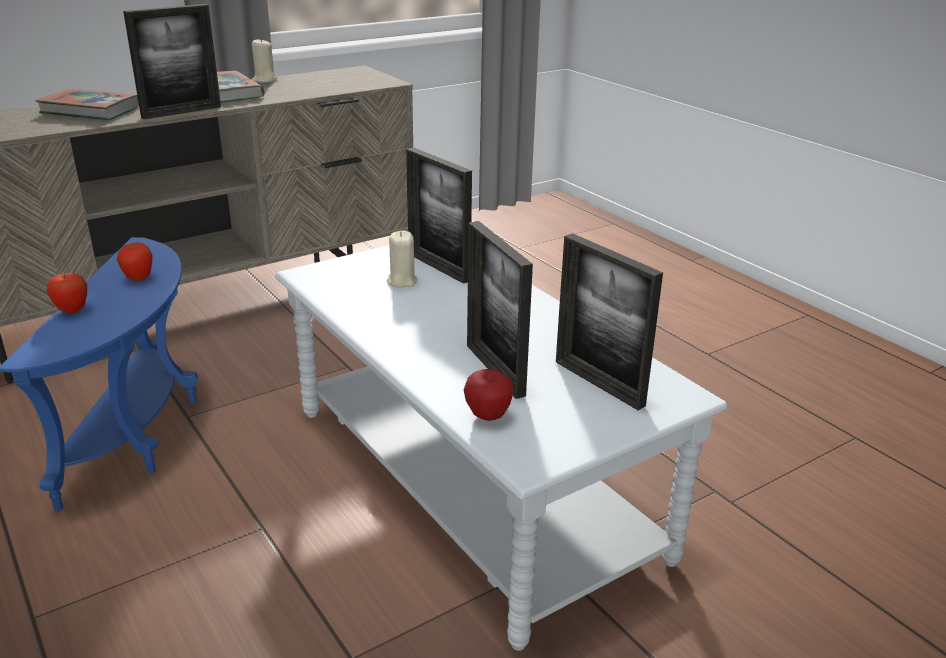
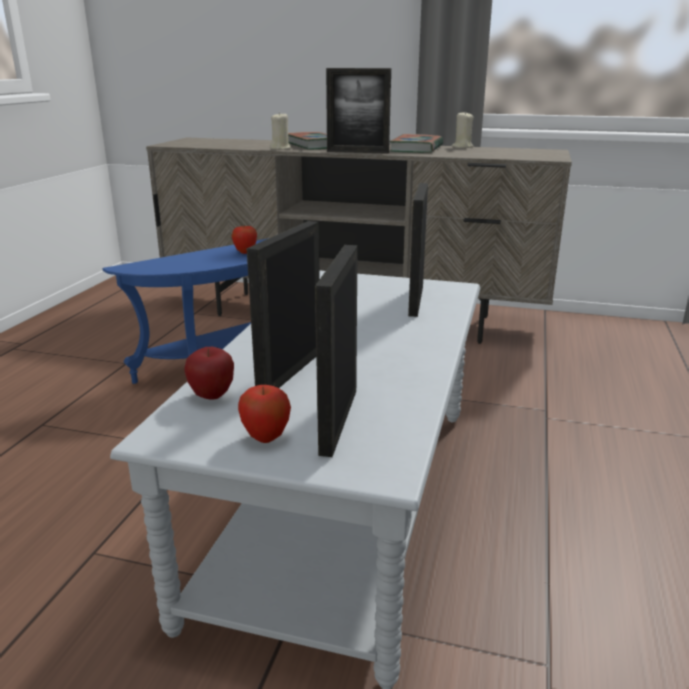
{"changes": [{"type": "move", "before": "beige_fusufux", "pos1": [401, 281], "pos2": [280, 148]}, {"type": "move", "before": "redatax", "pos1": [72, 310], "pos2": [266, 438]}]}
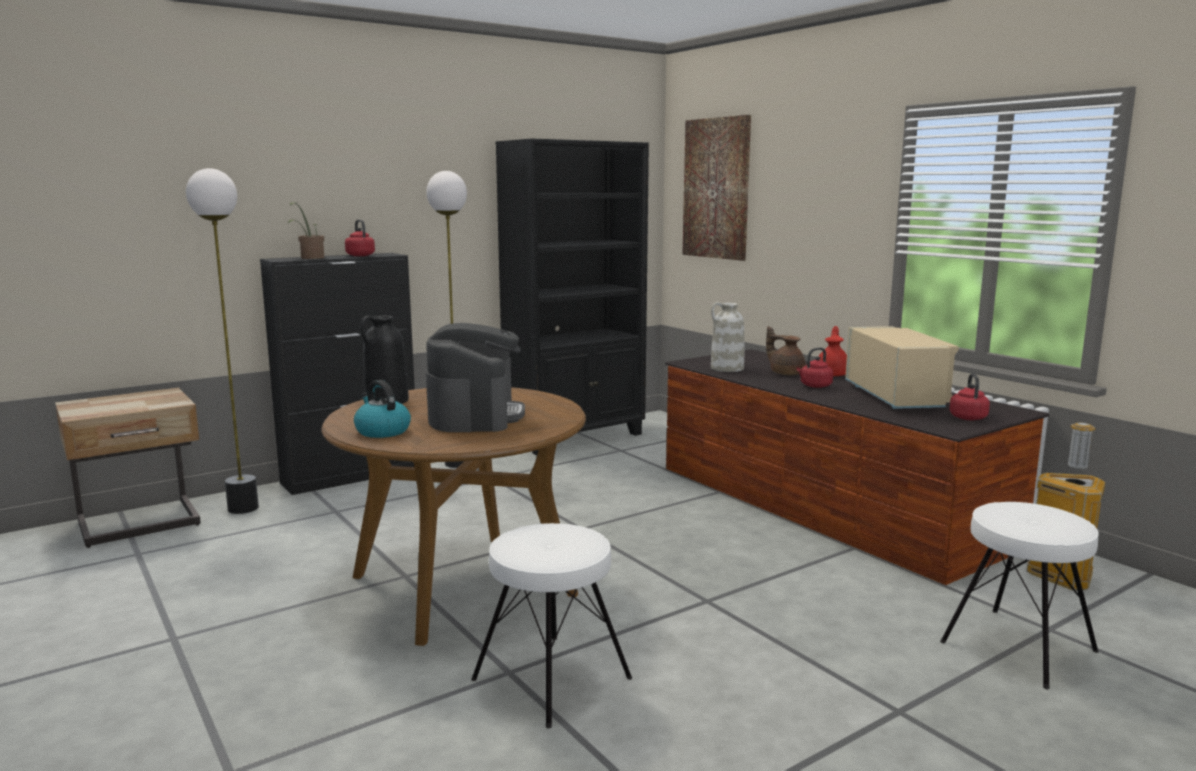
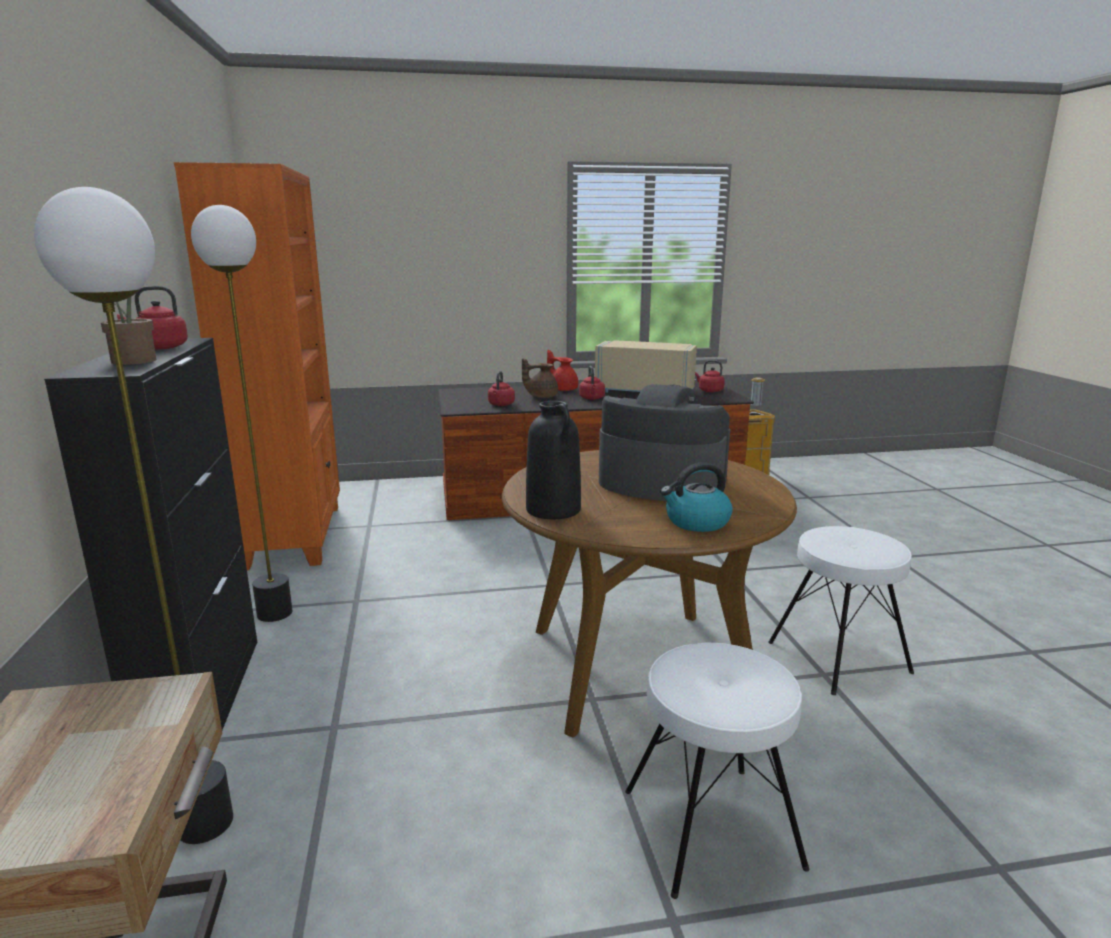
{"changes": [{"type": "delete", "before": "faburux", "pos1": [716, 188]}, {"type": "recolor", "before": "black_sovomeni", "after": "orange_sovomeni", "pos1": [576, 437], "pos2": [295, 535]}, {"type": "replace", "before": "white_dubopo", "after": "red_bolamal", "pos1": [726, 369], "pos2": [501, 405]}, {"type": "move", "before": "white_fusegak", "pos1": [1017, 646], "pos2": [710, 828]}]}
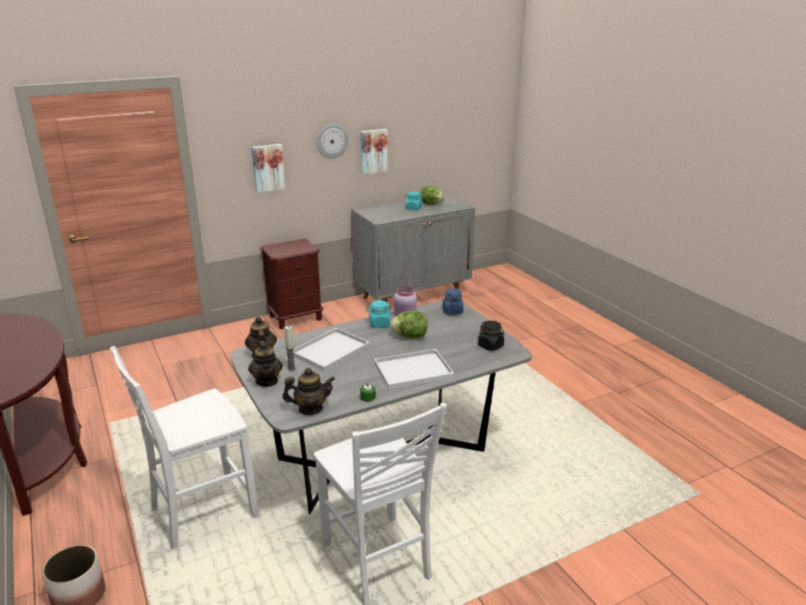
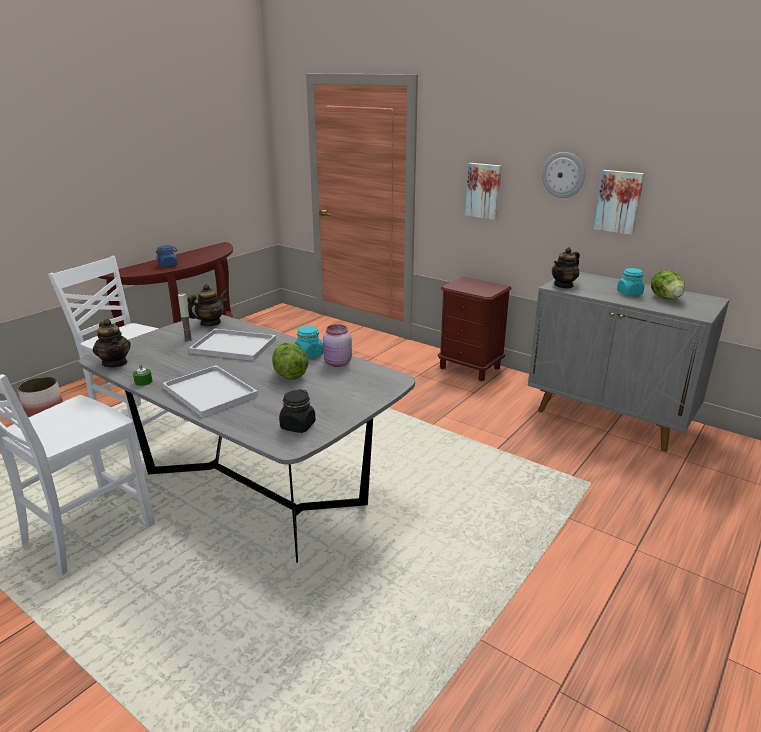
{"changes": [{"type": "move", "before": "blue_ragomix", "pos1": [452, 311], "pos2": [168, 265]}, {"type": "move", "before": "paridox", "pos1": [267, 381], "pos2": [564, 285]}]}
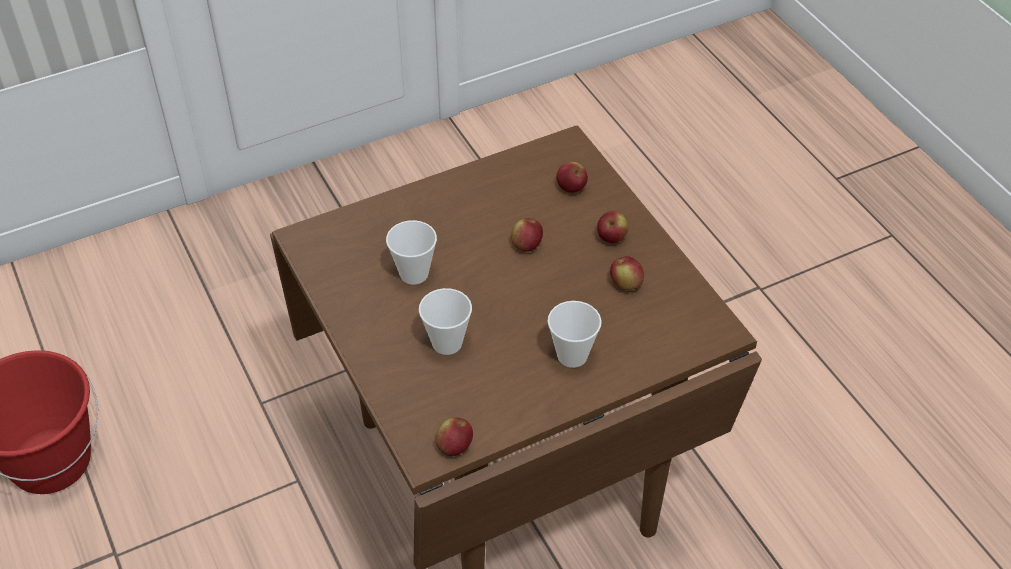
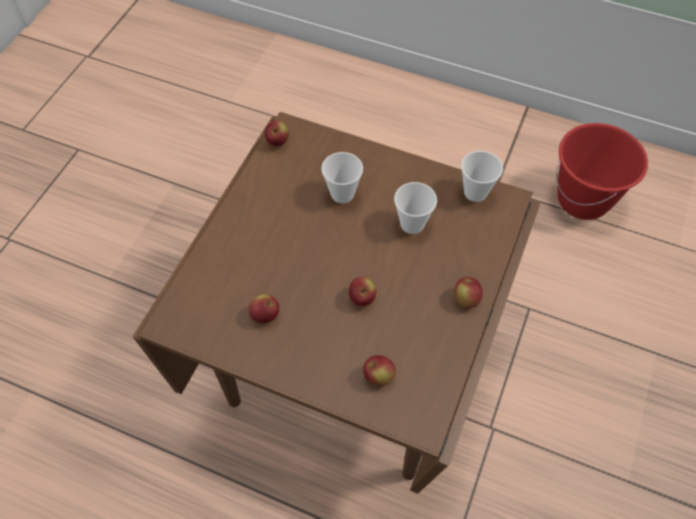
{"changes": [{"type": "move", "before": "redatax", "pos1": [611, 238], "pos2": [466, 299]}, {"type": "move", "before": "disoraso", "pos1": [572, 355], "pos2": [475, 192]}]}
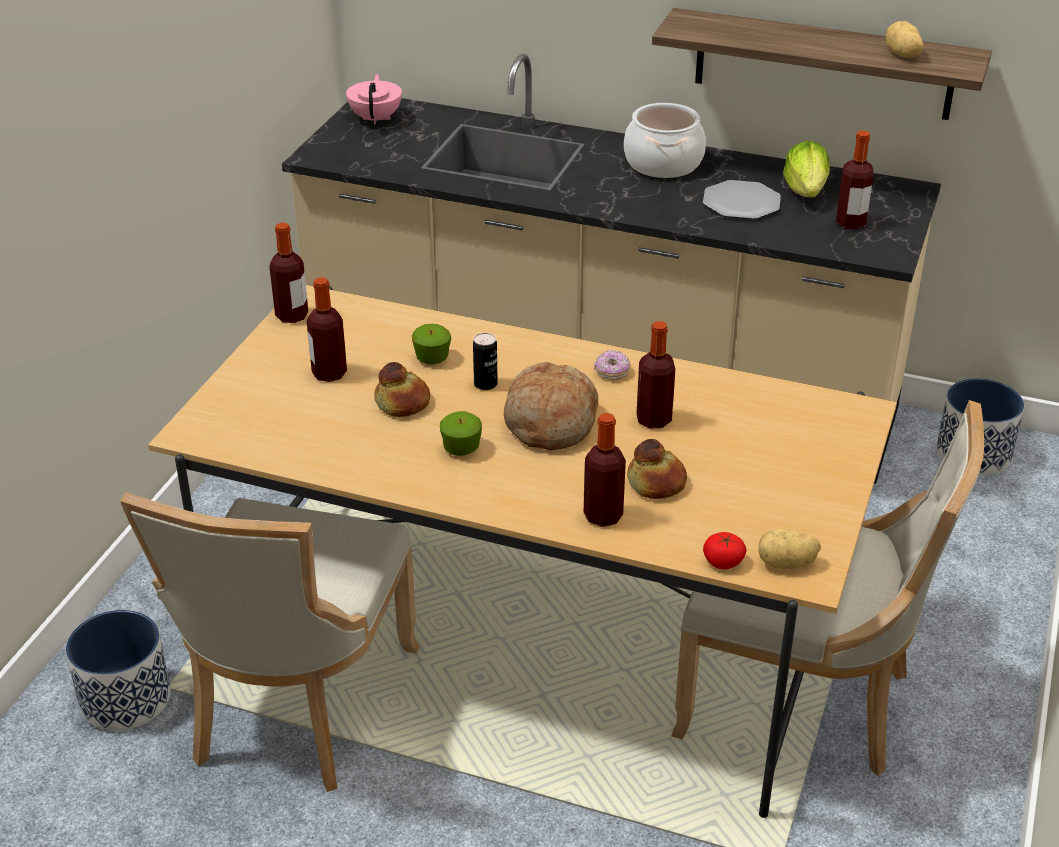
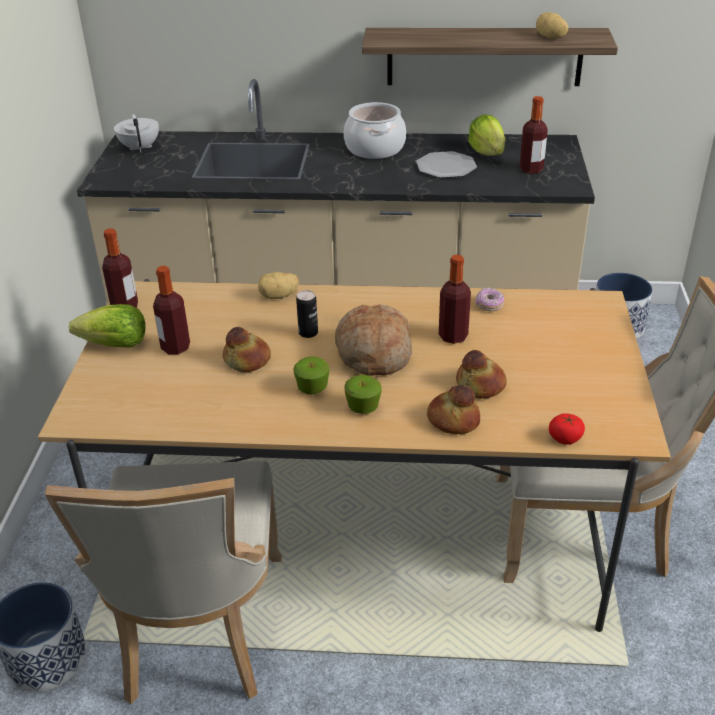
{"changes": [{"type": "recolor", "before": "pink_paridox", "after": "white_paridox", "pos1": [376, 118], "pos2": [140, 147]}, {"type": "move", "before": "redatax", "pos1": [432, 358], "pos2": [363, 407]}, {"type": "move", "before": "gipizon", "pos1": [612, 372], "pos2": [489, 305]}, {"type": "replace", "before": "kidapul", "after": "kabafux", "pos1": [603, 516], "pos2": [452, 420]}, {"type": "move", "before": "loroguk", "pos1": [786, 564], "pos2": [279, 296]}, {"type": "insert", "after": "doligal", "pos2": [115, 345]}]}
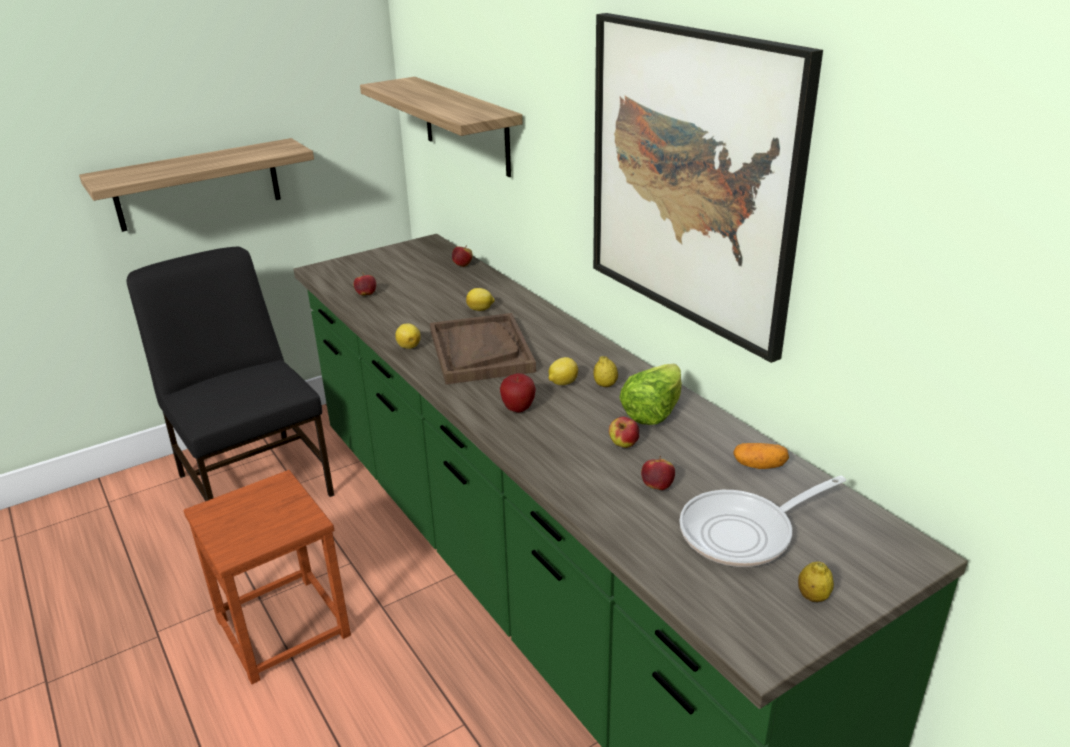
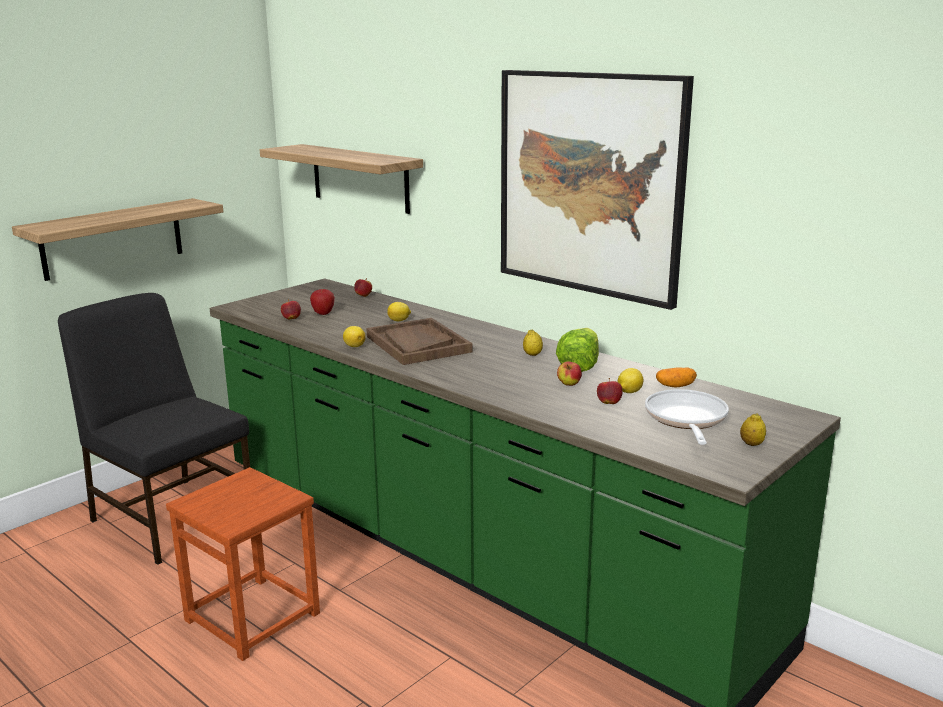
{"changes": [{"type": "move", "before": "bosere", "pos1": [562, 383], "pos2": [629, 392]}, {"type": "move", "before": "redatax", "pos1": [518, 409], "pos2": [323, 313]}, {"type": "rotate", "before": "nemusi", "pos1": [744, 533], "pos2": [686, 420], "turn": 135}]}
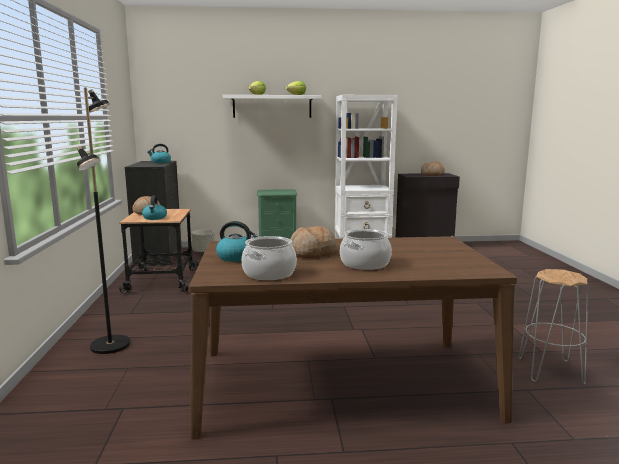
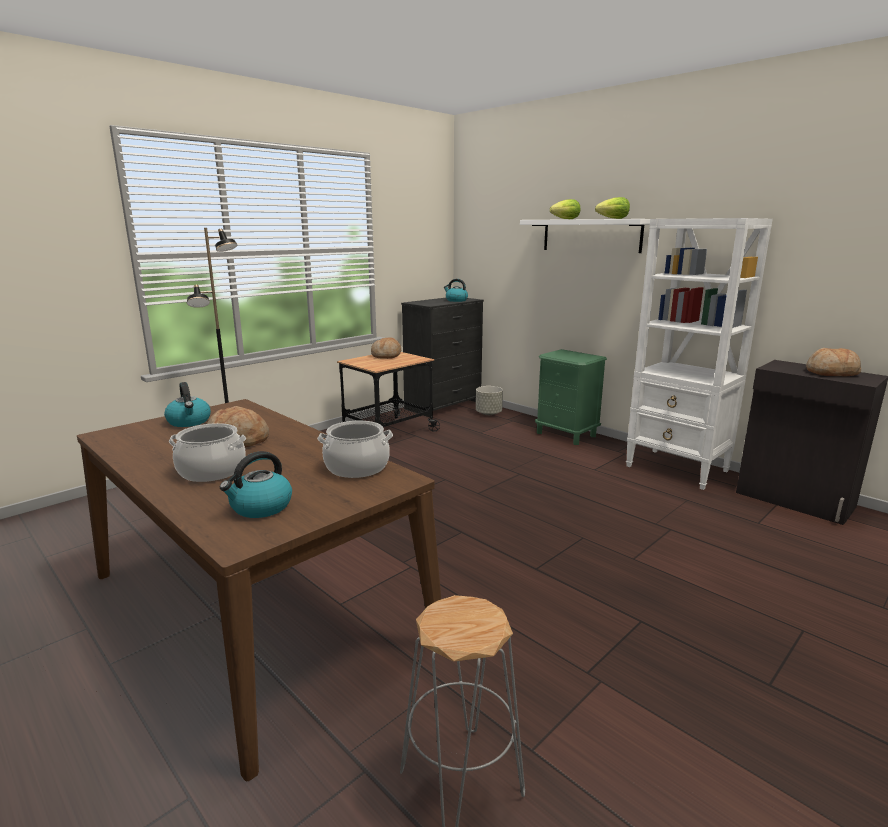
{"changes": [{"type": "move", "before": "bolamal", "pos1": [155, 218], "pos2": [260, 507]}, {"type": "move", "before": "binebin", "pos1": [269, 273], "pos2": [357, 467]}]}
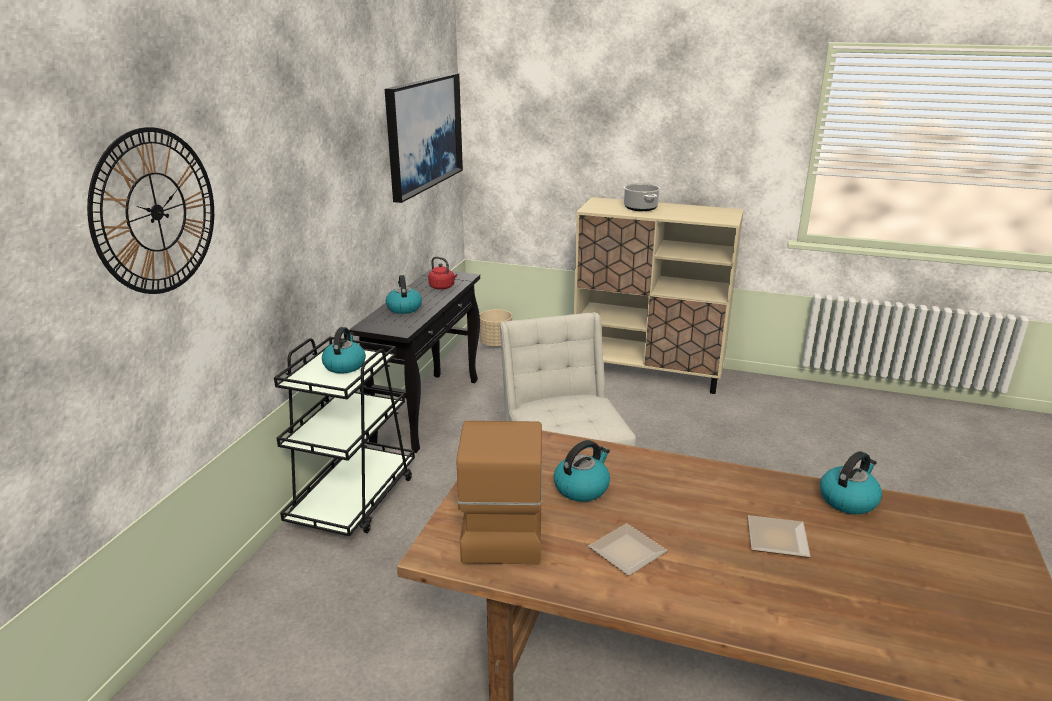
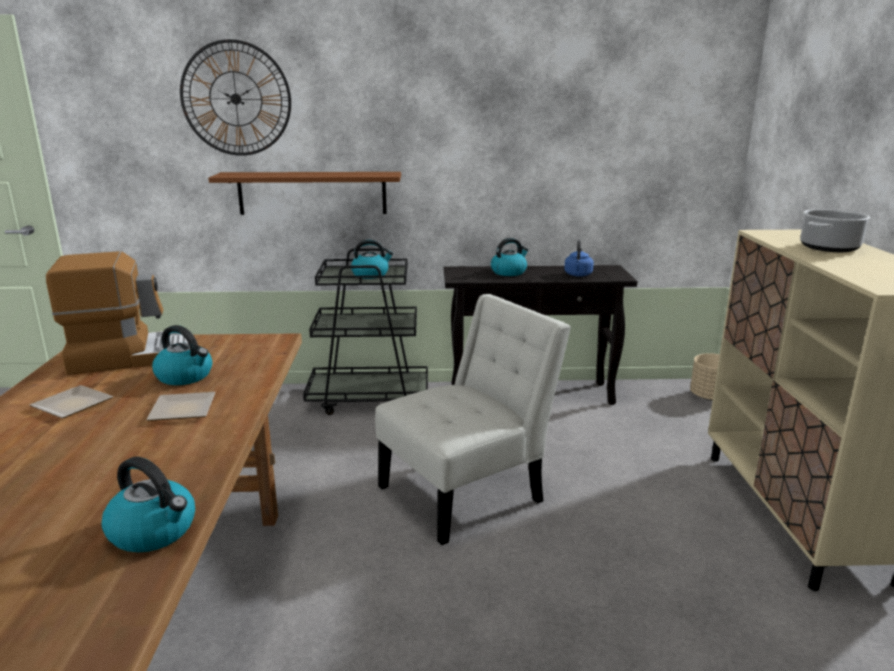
{"changes": [{"type": "delete", "before": "faburux", "pos1": [423, 134]}, {"type": "recolor", "before": "red_bolamal", "after": "blue_bolamal", "pos1": [443, 287], "pos2": [578, 275]}, {"type": "move", "before": "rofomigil", "pos1": [775, 538], "pos2": [185, 409]}, {"type": "insert", "after": "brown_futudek", "pos2": [312, 193]}]}
